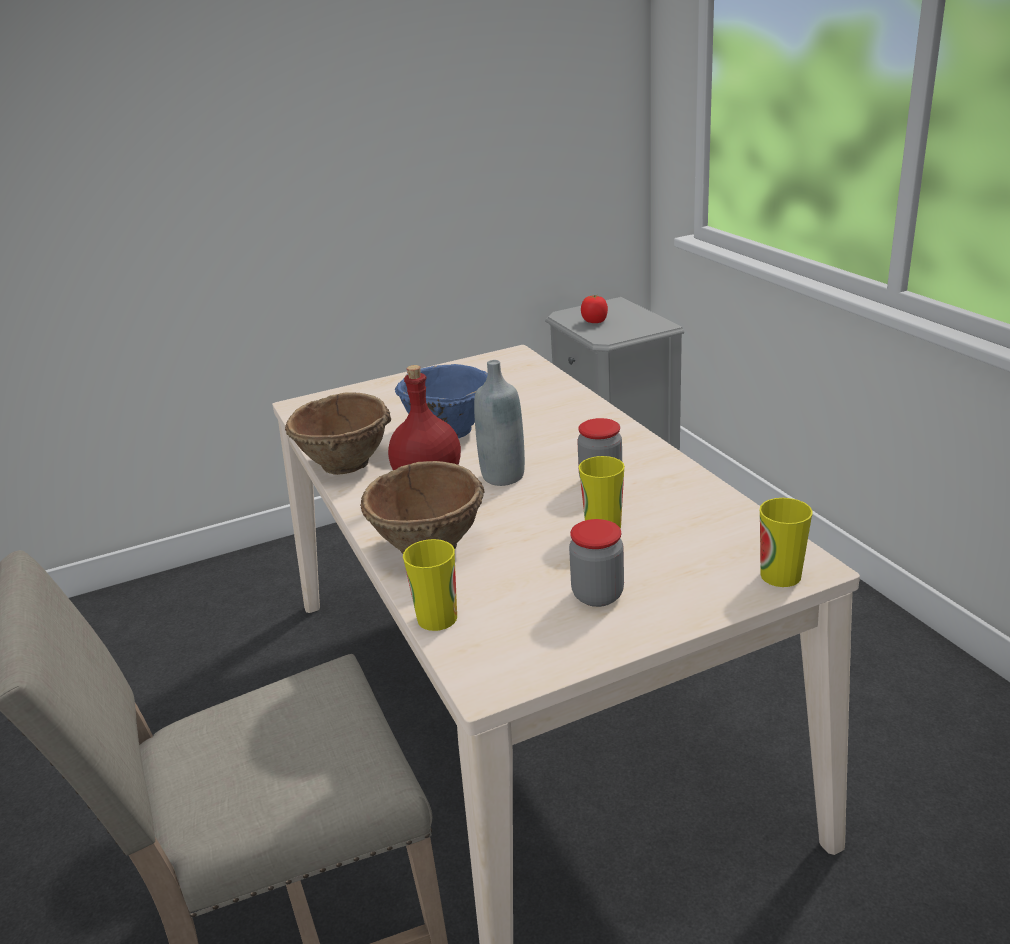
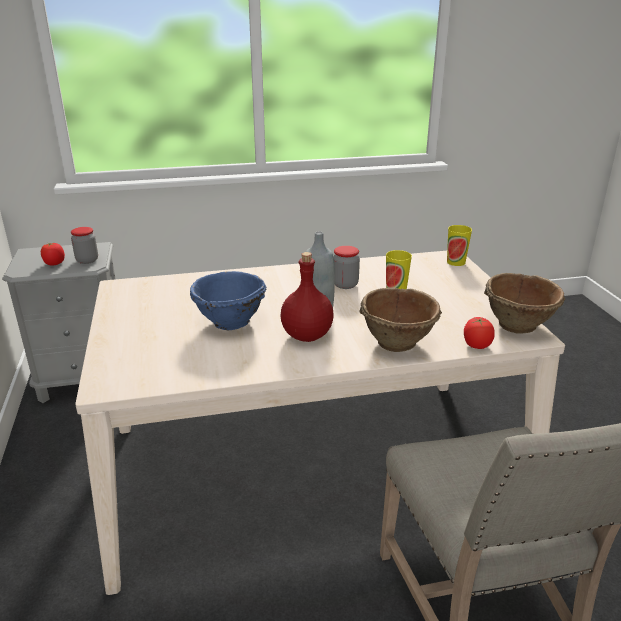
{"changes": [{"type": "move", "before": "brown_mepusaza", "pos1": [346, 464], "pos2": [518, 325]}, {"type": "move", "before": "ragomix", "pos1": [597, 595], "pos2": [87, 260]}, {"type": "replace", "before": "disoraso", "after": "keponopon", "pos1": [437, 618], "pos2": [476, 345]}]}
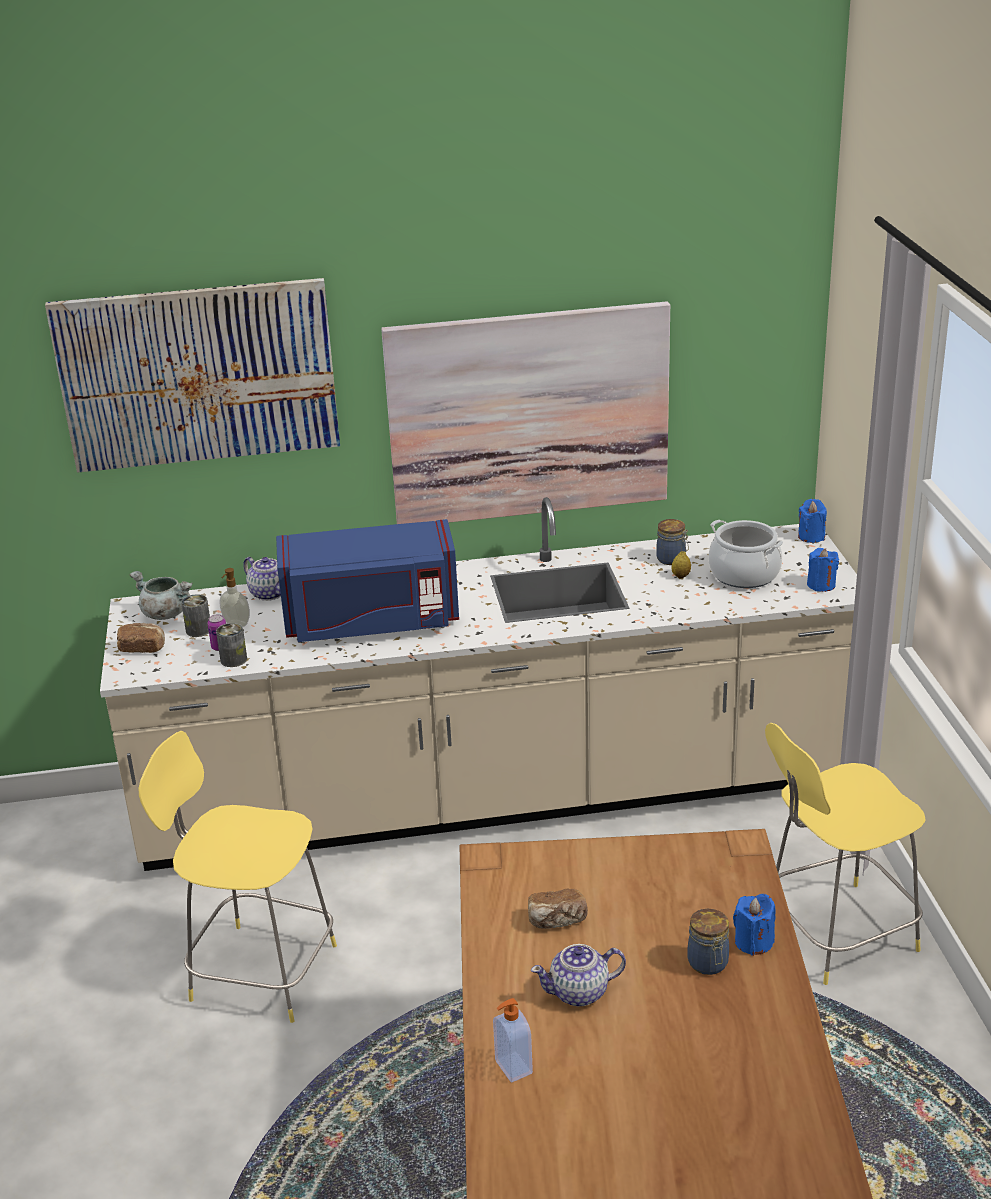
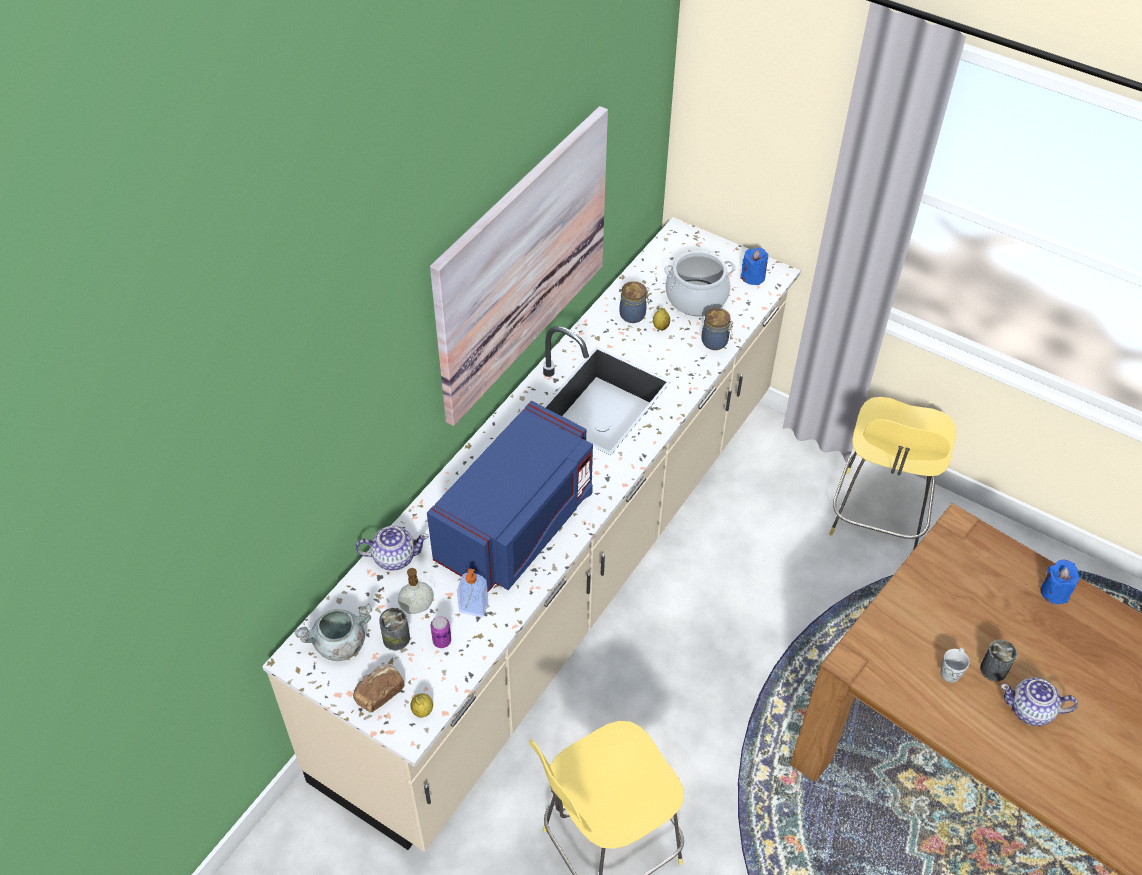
{"changes": [{"type": "delete", "before": "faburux", "pos1": [198, 375]}, {"type": "delete", "before": "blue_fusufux", "pos1": [811, 536]}, {"type": "move", "before": "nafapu", "pos1": [233, 660], "pos2": [993, 669]}, {"type": "replace", "before": "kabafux", "after": "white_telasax", "pos1": [557, 921], "pos2": [951, 671]}, {"type": "move", "before": "ragomix", "pos1": [708, 964], "pos2": [715, 342]}, {"type": "rotate", "before": "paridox", "pos1": [580, 992], "pos2": [1031, 710], "turn": 75}, {"type": "move", "before": "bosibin", "pos1": [512, 1068], "pos2": [473, 608]}, {"type": "insert", "after": "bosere", "pos2": [422, 711]}]}
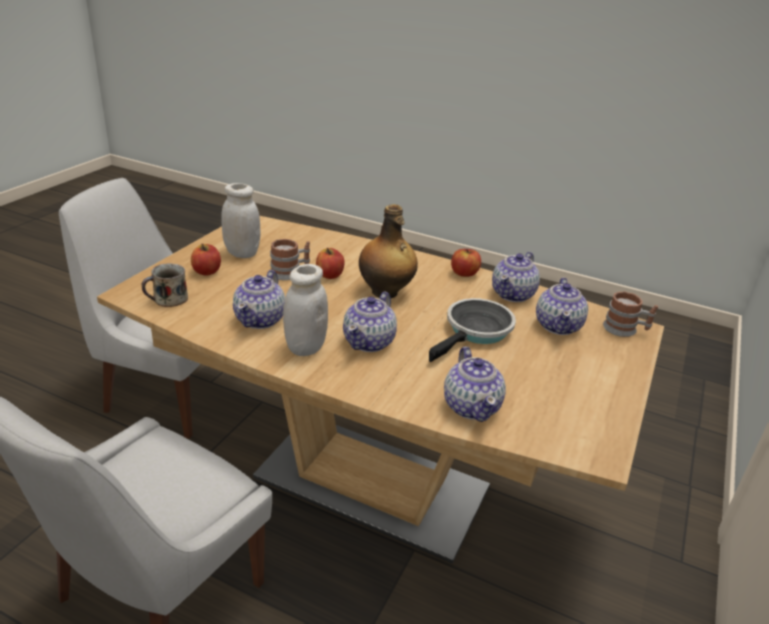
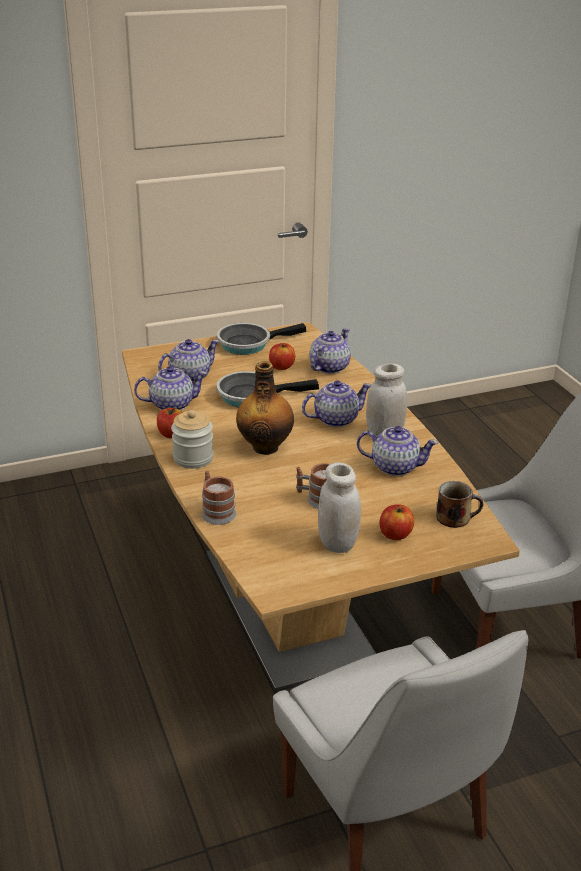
{"changes": [{"type": "move", "before": "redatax", "pos1": [330, 275], "pos2": [281, 367]}, {"type": "rotate", "before": "paridox", "pos1": [260, 319], "pos2": [394, 466], "turn": 45}, {"type": "move", "before": "telasax", "pos1": [625, 329], "pos2": [216, 511]}, {"type": "insert", "after": "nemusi", "pos2": [248, 344]}, {"type": "insert", "after": "ragomix", "pos2": [193, 458]}]}
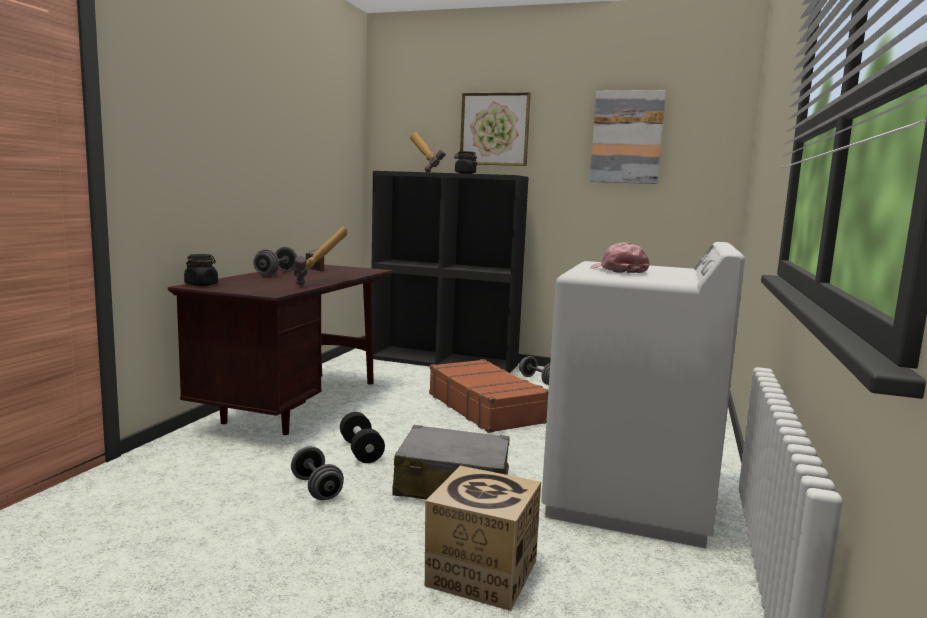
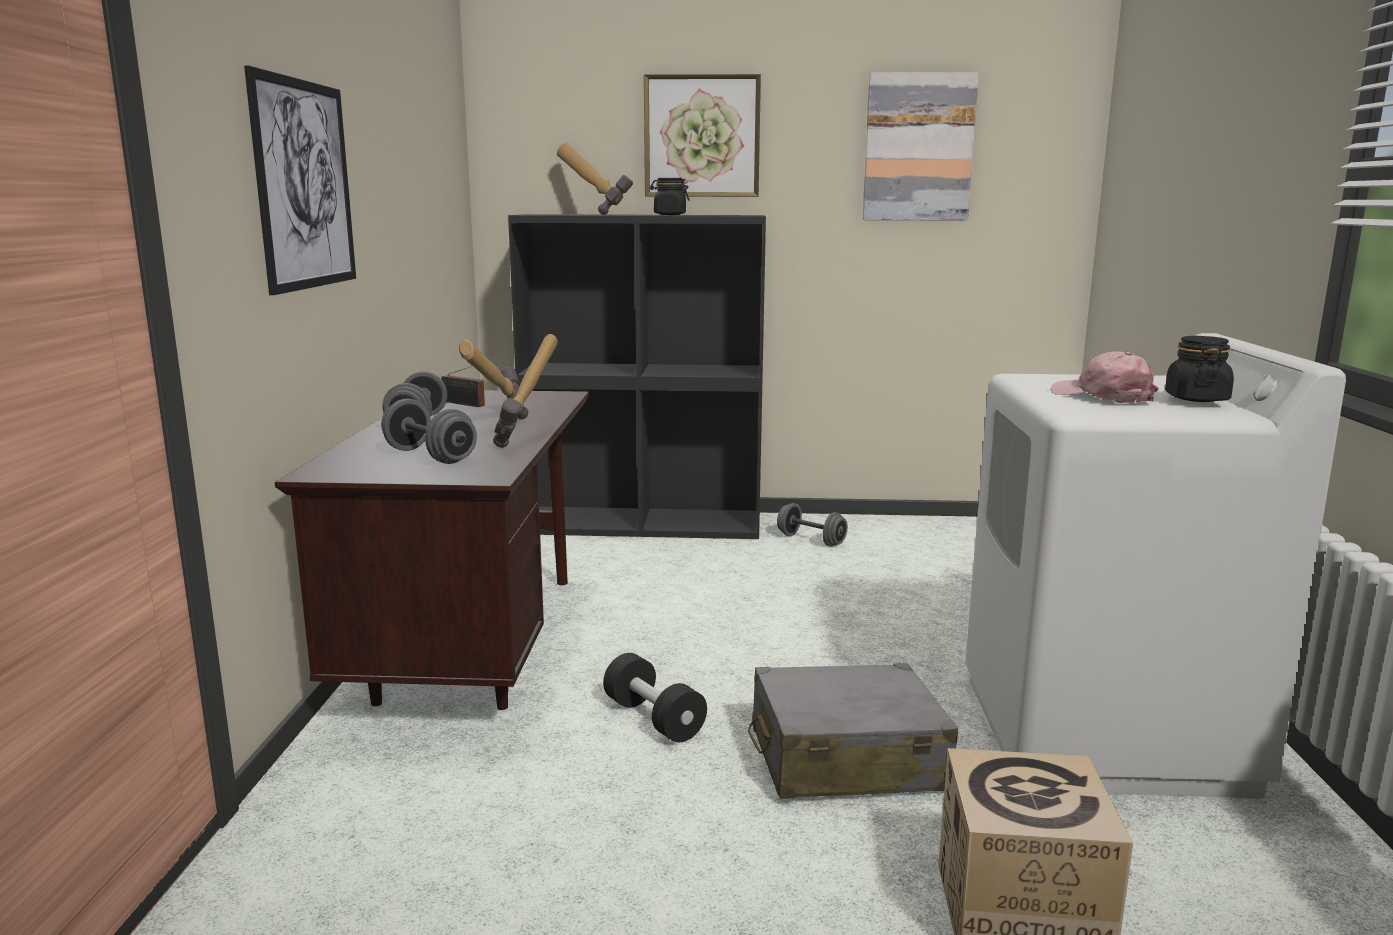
{"changes": [{"type": "move", "before": "black_ragomix", "pos1": [201, 284], "pos2": [1196, 398]}, {"type": "delete", "before": "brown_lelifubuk", "pos1": [486, 408]}, {"type": "move", "before": "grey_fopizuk", "pos1": [316, 488], "pos2": [430, 456]}, {"type": "insert", "after": "faburux", "pos2": [305, 185]}, {"type": "insert", "after": "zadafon", "pos2": [493, 425]}]}
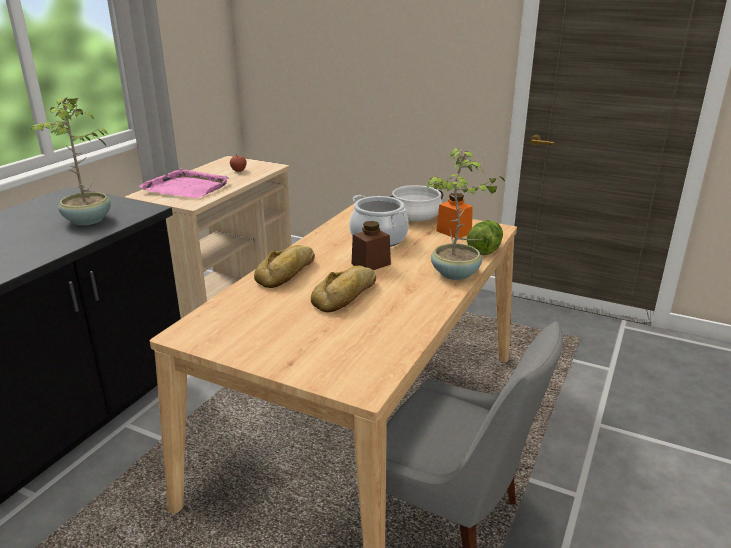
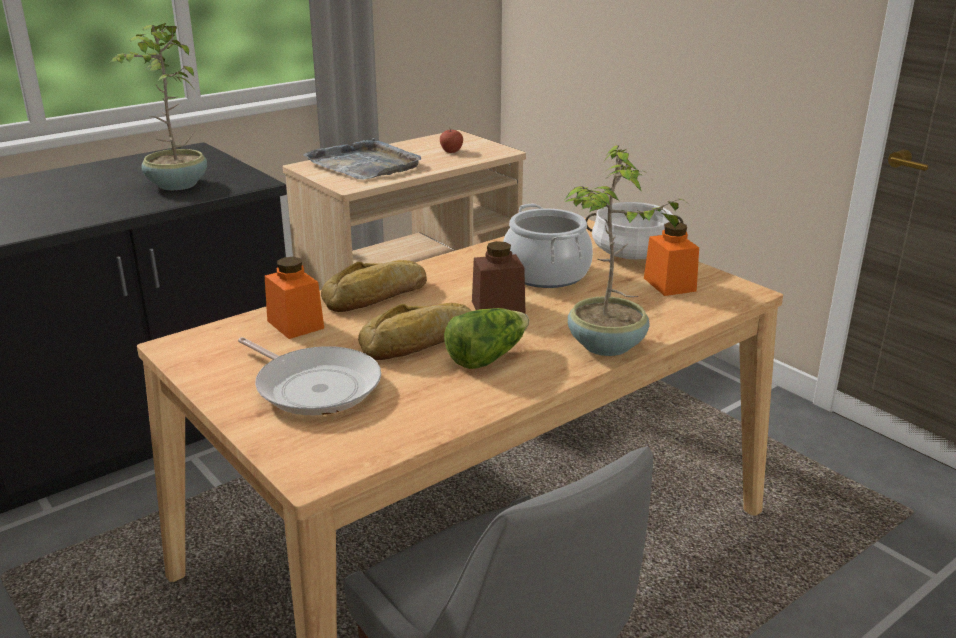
{"changes": [{"type": "recolor", "before": "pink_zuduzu", "after": "grey_zuduzu", "pos1": [186, 187], "pos2": [365, 164]}, {"type": "move", "before": "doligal", "pos1": [484, 248], "pos2": [486, 357]}, {"type": "insert", "after": "orange_ragomix", "pos2": [295, 324]}, {"type": "insert", "after": "nemusi", "pos2": [314, 386]}]}
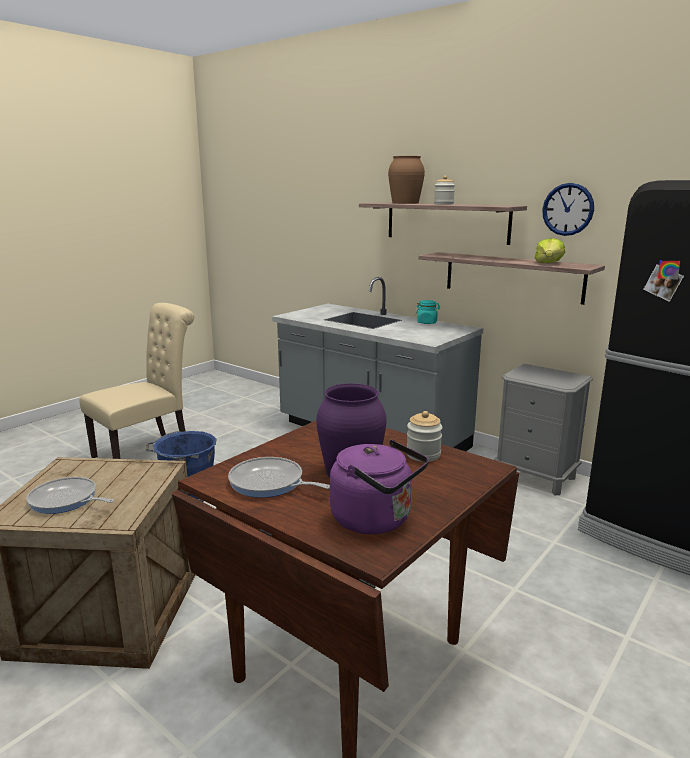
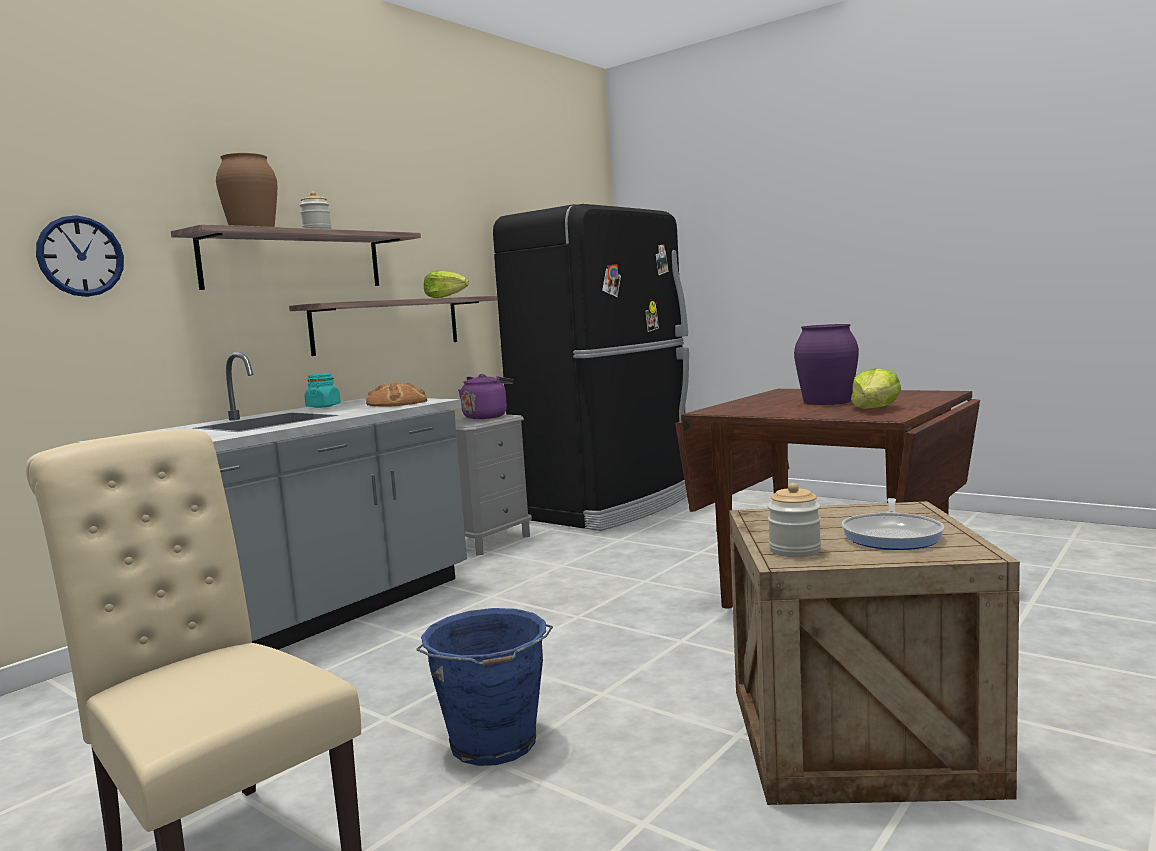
{"changes": [{"type": "move", "before": "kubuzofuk", "pos1": [568, 209], "pos2": [80, 256]}, {"type": "move", "before": "ragomix", "pos1": [423, 455], "pos2": [794, 550]}, {"type": "move", "before": "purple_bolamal", "pos1": [376, 520], "pos2": [486, 417]}, {"type": "replace", "before": "nemusi", "after": "doligal", "pos1": [269, 483], "pos2": [875, 409]}, {"type": "insert", "after": "kabafux", "pos2": [397, 403]}]}
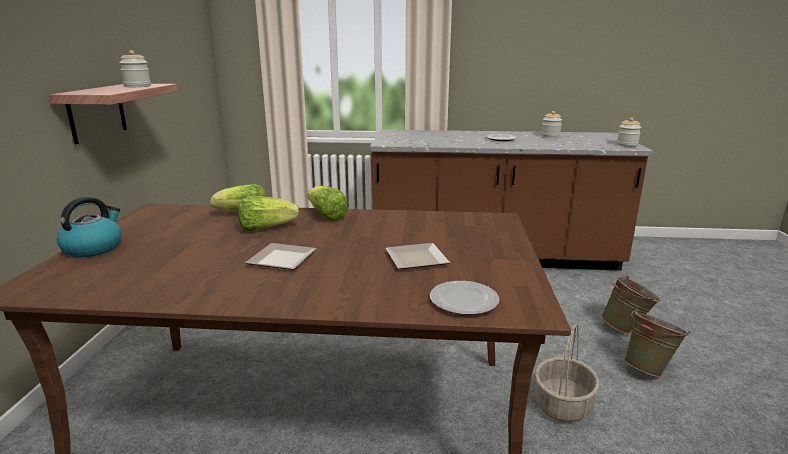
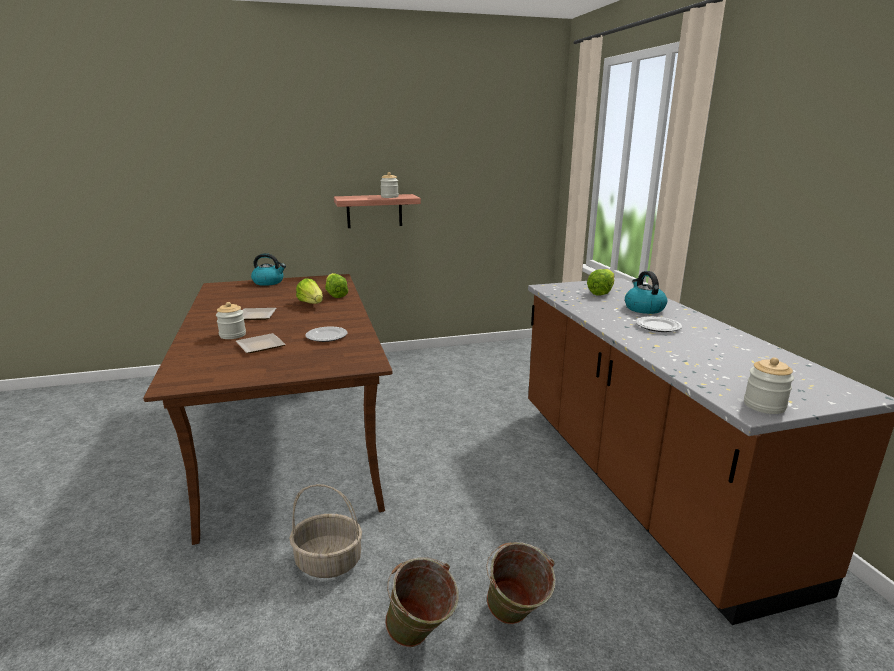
{"changes": [{"type": "move", "before": "ragomix", "pos1": [550, 136], "pos2": [232, 335]}, {"type": "move", "before": "doligal", "pos1": [326, 216], "pos2": [601, 292]}, {"type": "move", "before": "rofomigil", "pos1": [463, 301], "pos2": [326, 336]}, {"type": "insert", "after": "bolamal", "pos2": [643, 308]}]}
